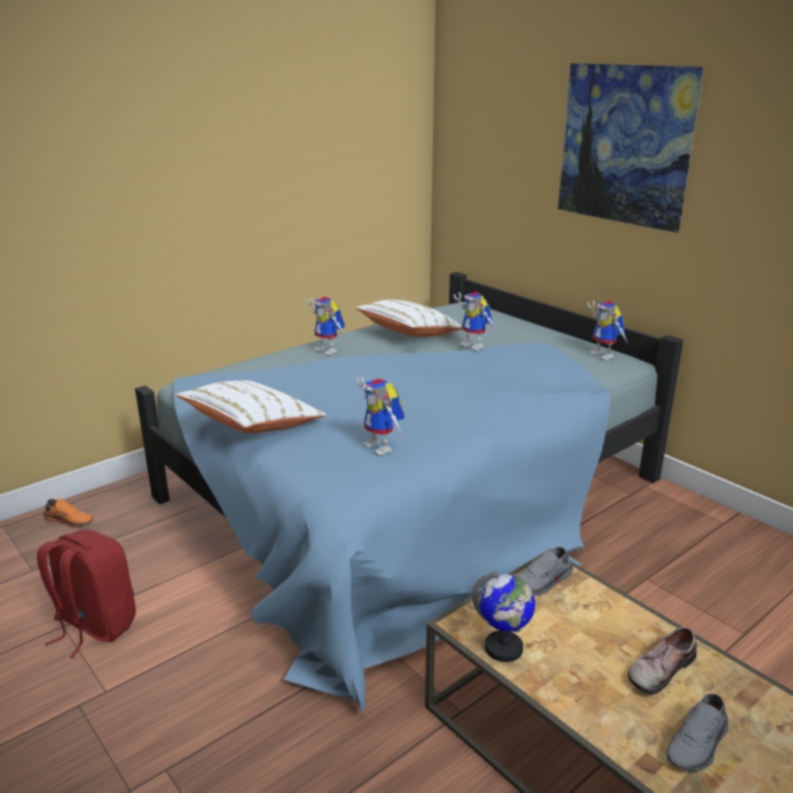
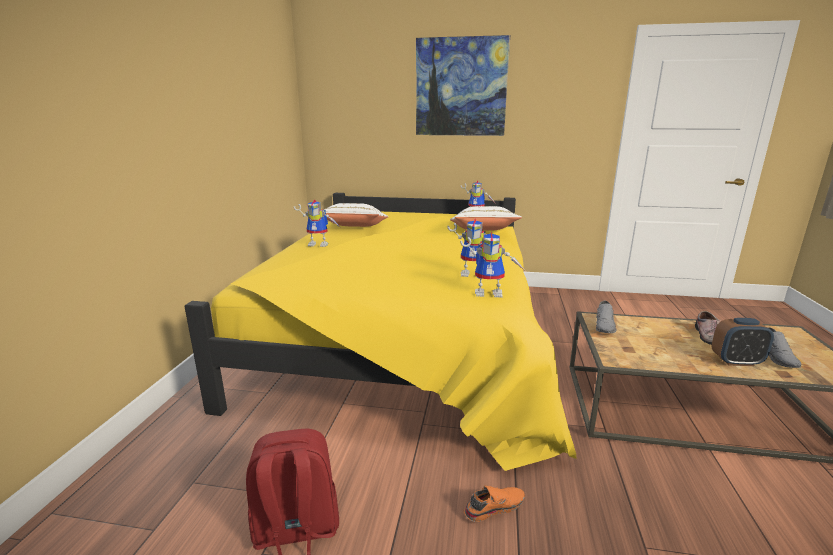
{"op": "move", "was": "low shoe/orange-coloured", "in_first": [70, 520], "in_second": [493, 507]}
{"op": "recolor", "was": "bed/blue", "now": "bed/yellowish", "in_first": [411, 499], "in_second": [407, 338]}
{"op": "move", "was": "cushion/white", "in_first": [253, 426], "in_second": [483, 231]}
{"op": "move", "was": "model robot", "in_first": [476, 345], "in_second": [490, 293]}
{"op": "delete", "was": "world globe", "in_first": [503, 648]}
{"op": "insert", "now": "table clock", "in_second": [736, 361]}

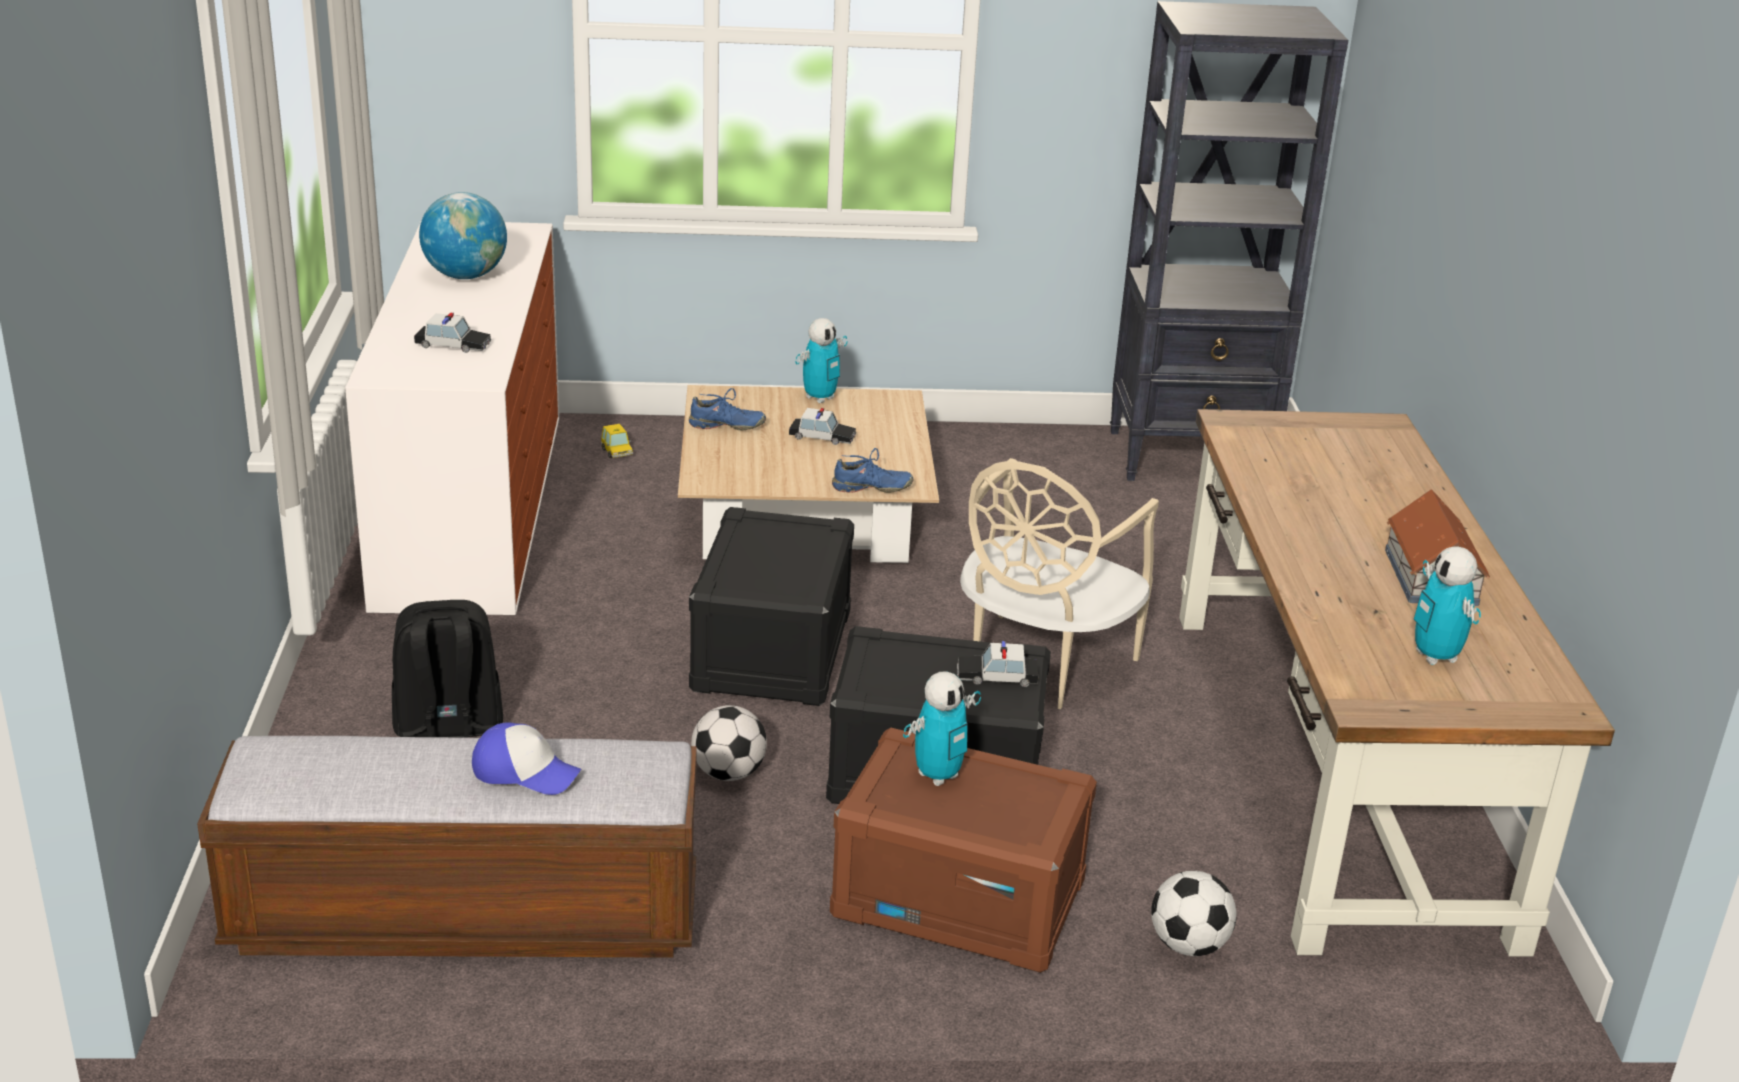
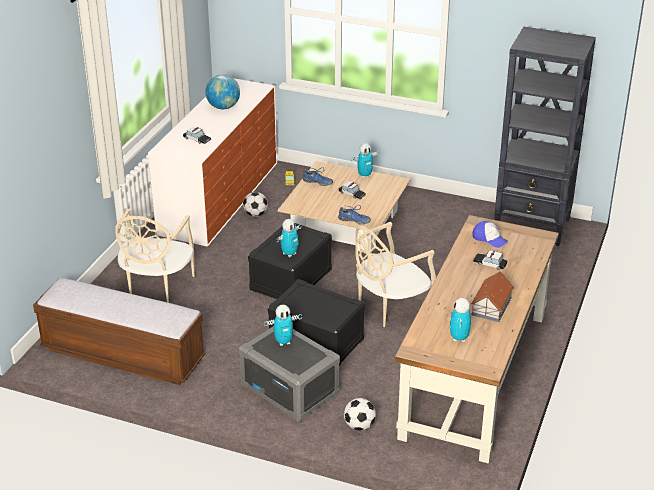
{"op": "replace", "was": "rucksack/black", "now": "upright chair/beige", "in_first": [448, 731], "in_second": [156, 287]}
{"op": "move", "was": "baseball cap", "in_first": [525, 771], "in_second": [489, 238]}
{"op": "move", "was": "football ball", "in_first": [728, 773], "in_second": [255, 214]}
{"op": "recolor", "was": "storage bin/brown", "now": "storage bin/grey", "in_first": [960, 899], "in_second": [290, 389]}
{"op": "move", "was": "model car", "in_first": [996, 676], "in_second": [489, 264]}
{"op": "insert", "now": "model robot", "in_second": [289, 254]}

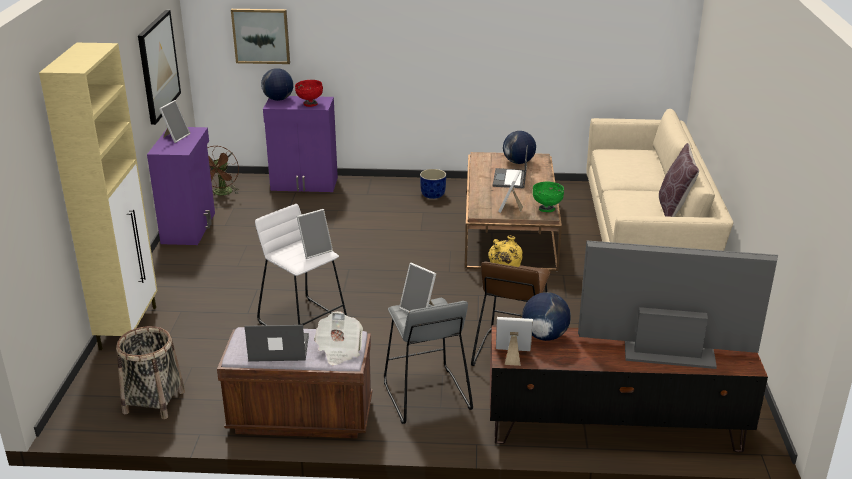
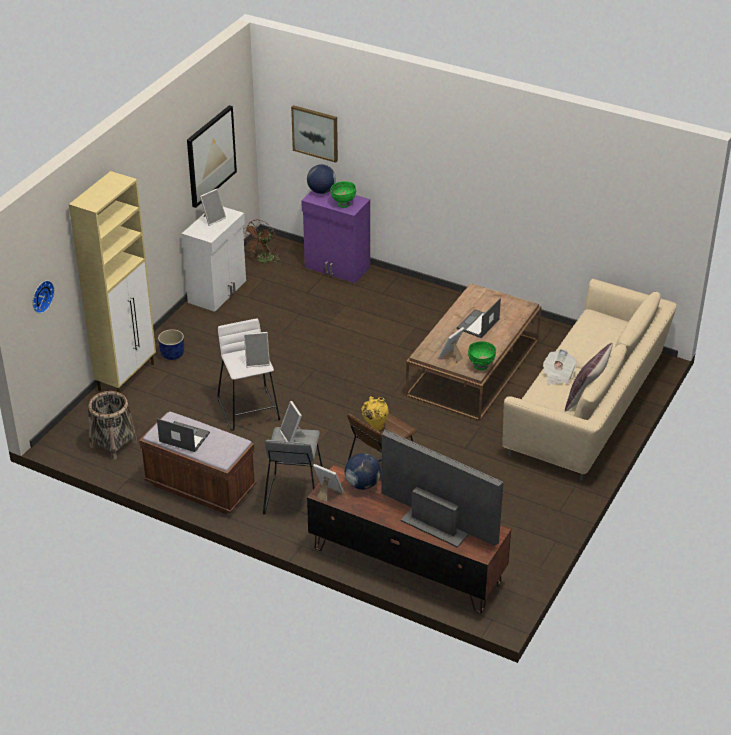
{"op": "recolor", "was": "cabinet/purple", "now": "cabinet/white", "in_first": [190, 227], "in_second": [218, 291]}
{"op": "recolor", "was": "bowl/reddish", "now": "bowl/greenish", "in_first": [310, 104], "in_second": [343, 204]}
{"op": "move", "was": "daily paper", "in_first": [339, 350], "in_second": [558, 375]}
{"op": "move", "was": "flower pot/blue", "in_first": [433, 194], "in_second": [173, 354]}
{"op": "delete", "was": "world globe", "in_first": [518, 162]}
{"op": "insert", "now": "clock on the wall", "in_second": [41, 296]}

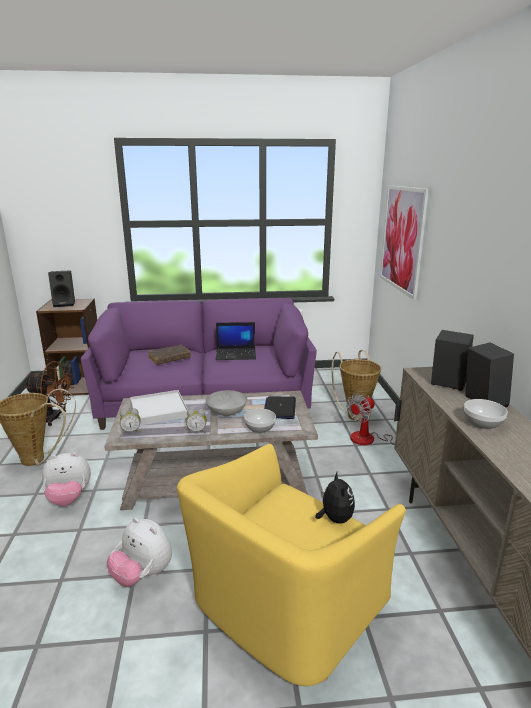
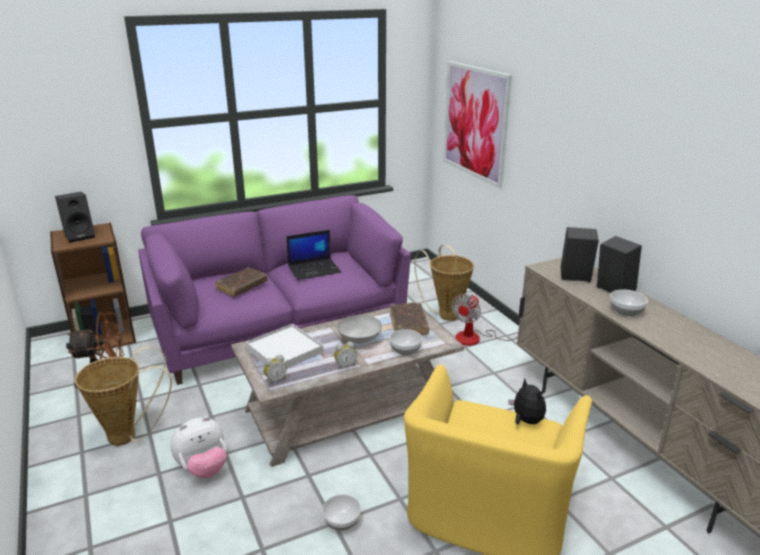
{"op": "replace", "was": "plush toy", "now": "bowl", "in_first": [142, 575], "in_second": [342, 521]}
{"op": "replace", "was": "notebook computer", "now": "book/brown", "in_first": [280, 408], "in_second": [408, 325]}

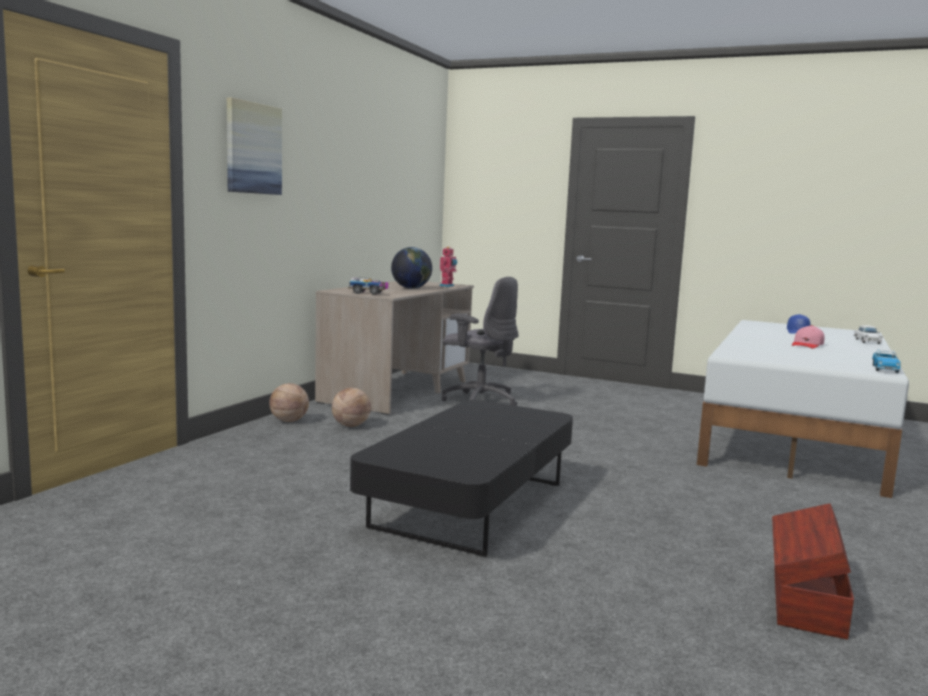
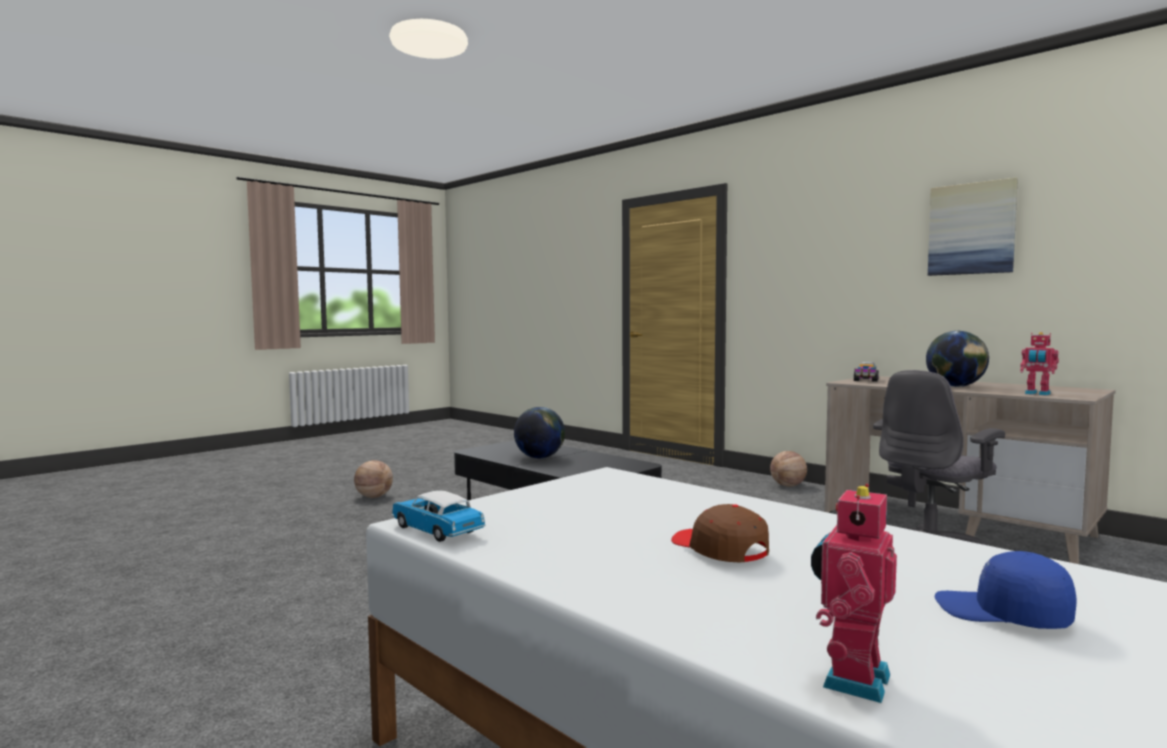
{"op": "move", "was": "picture", "in_first": [253, 148], "in_second": [971, 229]}
{"op": "move", "was": "basketball", "in_first": [350, 426], "in_second": [374, 497]}
{"op": "delete", "was": "storage bin/brown", "in_first": [805, 600]}
{"op": "recolor", "was": "baseball cap/pink", "now": "baseball cap/brown", "in_first": [807, 345], "in_second": [719, 549]}
{"op": "replace", "was": "model car/white", "now": "model robot", "in_first": [867, 341], "in_second": [851, 679]}
{"op": "insert", "now": "world globe", "in_second": [539, 458]}

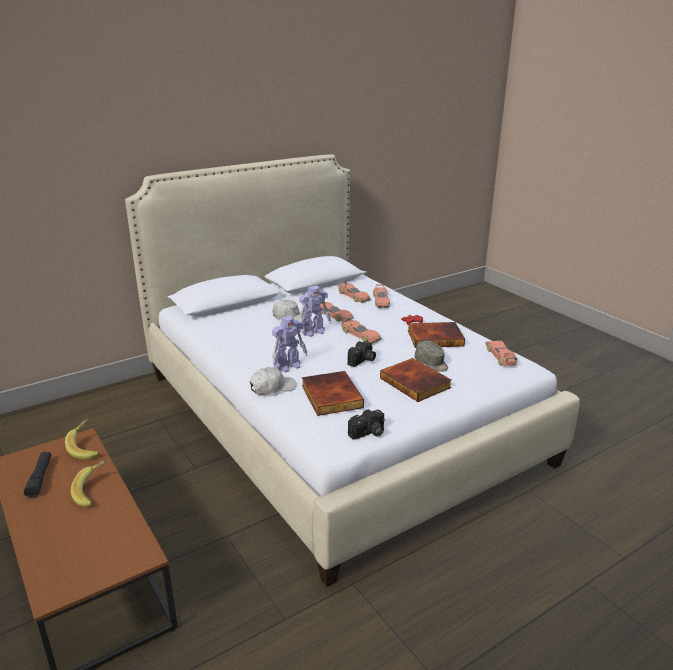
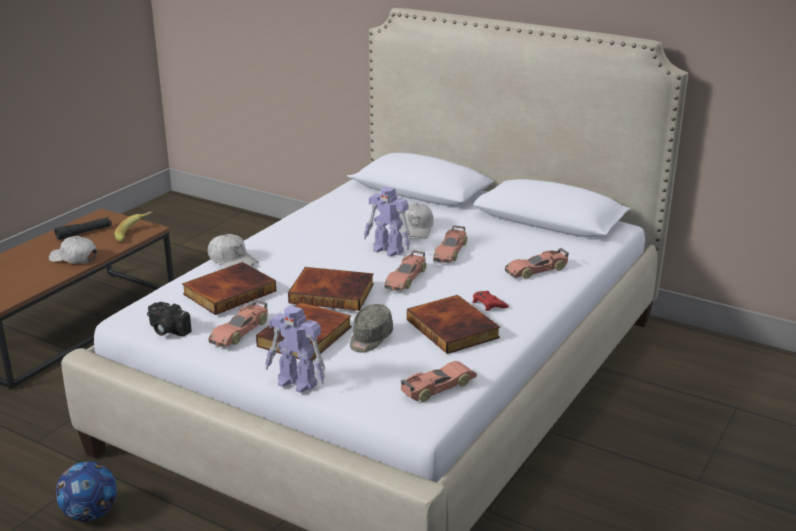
{"op": "replace", "was": "banana", "now": "baseball cap/white", "in_first": [94, 492], "in_second": [74, 258]}
{"op": "move", "was": "model robot", "in_first": [289, 366], "in_second": [297, 383]}
{"op": "move", "was": "model car", "in_first": [353, 296], "in_second": [240, 331]}
{"op": "replace", "was": "photo camera", "now": "book", "in_first": [362, 361], "in_second": [333, 292]}
{"op": "insert", "now": "football ball", "in_second": [90, 514]}

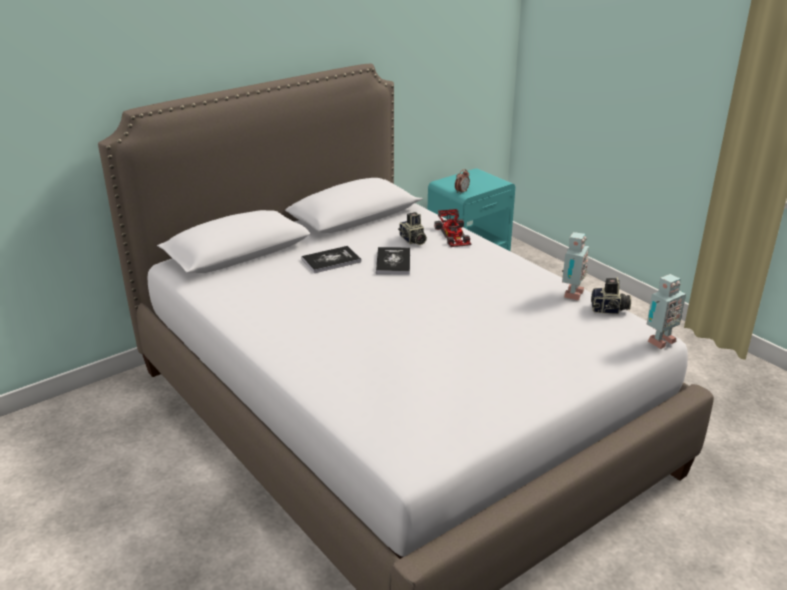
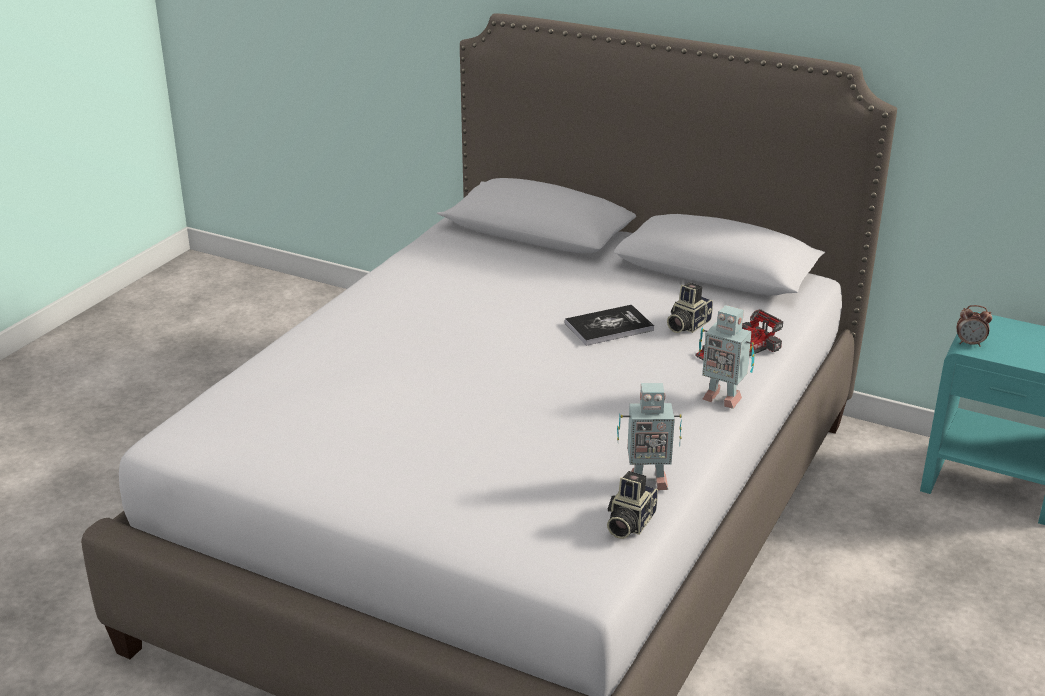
{"op": "delete", "was": "book", "in_first": [331, 260]}
{"op": "rotate", "was": "photo camera", "in_first": [609, 310], "in_second": [628, 523], "clockwise": 45}
{"op": "move", "was": "model robot", "in_first": [659, 341], "in_second": [722, 397]}

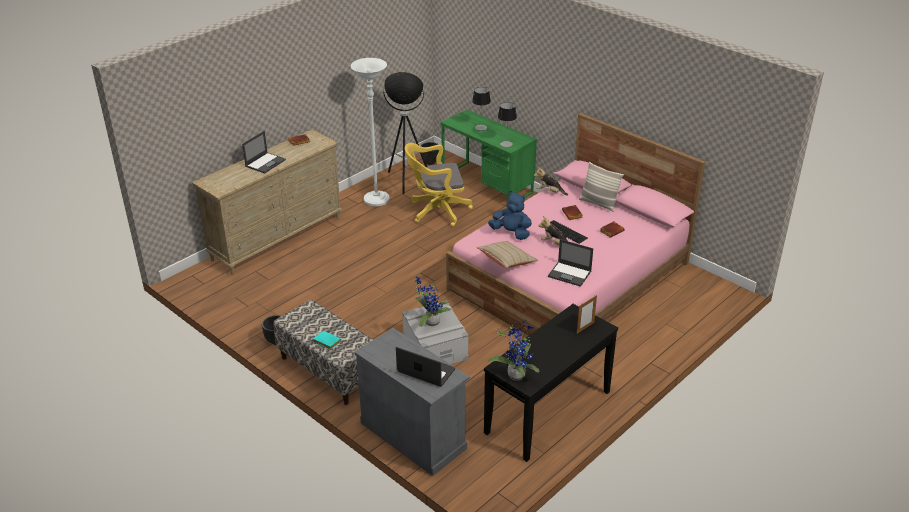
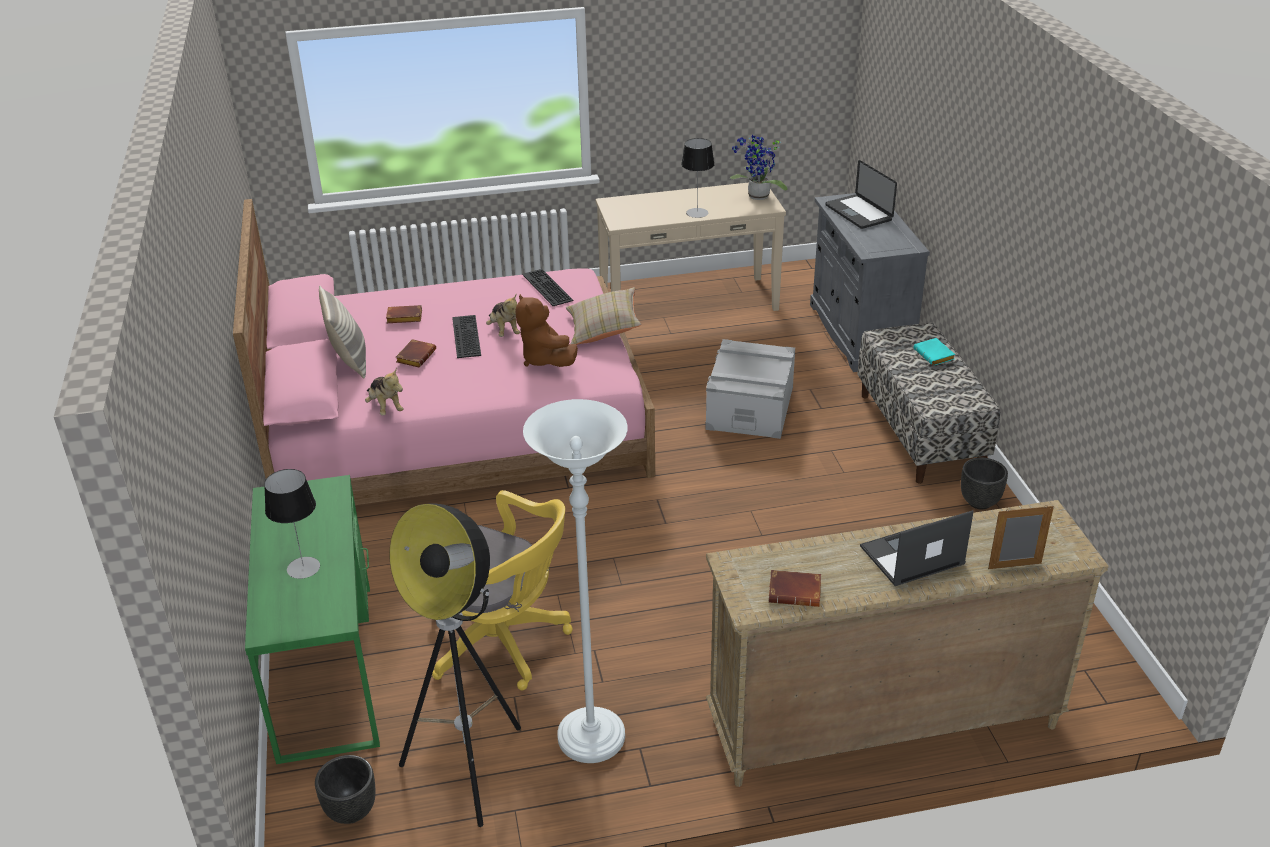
{"op": "delete", "was": "potted plant", "in_first": [430, 321]}
{"op": "recolor", "was": "hall table/black", "now": "hall table/beige", "in_first": [548, 412], "in_second": [688, 302]}
{"op": "recolor", "was": "plush toy/blue", "now": "plush toy/brown", "in_first": [511, 233], "in_second": [545, 359]}
{"op": "move", "was": "tabletop lamp", "in_first": [506, 144], "in_second": [697, 213]}
{"op": "replace", "was": "notebook computer", "now": "PC keyboard", "in_first": [570, 274], "in_second": [545, 287]}
{"op": "move", "was": "standing frame", "in_first": [585, 328], "in_second": [1014, 566]}

